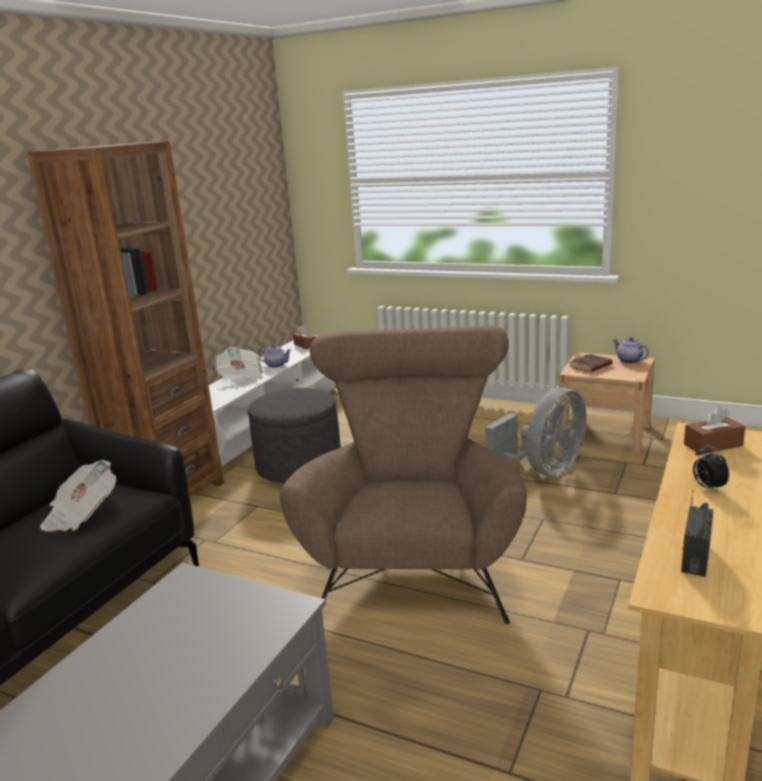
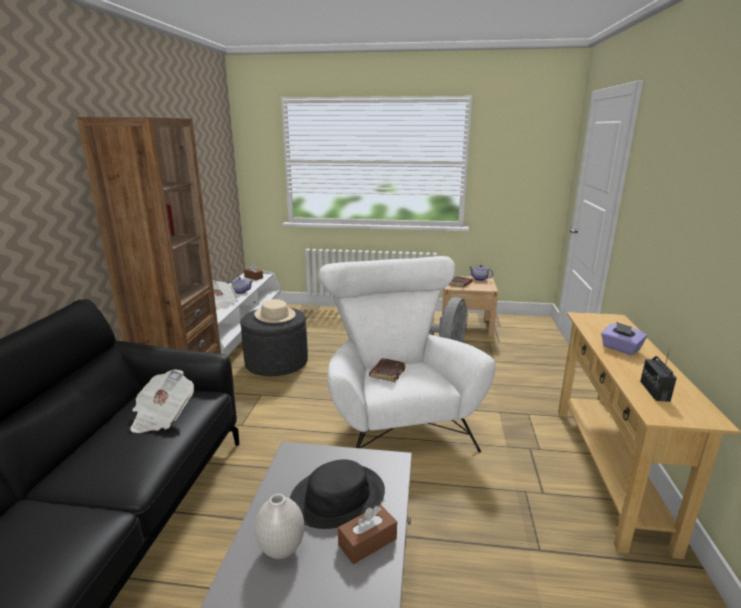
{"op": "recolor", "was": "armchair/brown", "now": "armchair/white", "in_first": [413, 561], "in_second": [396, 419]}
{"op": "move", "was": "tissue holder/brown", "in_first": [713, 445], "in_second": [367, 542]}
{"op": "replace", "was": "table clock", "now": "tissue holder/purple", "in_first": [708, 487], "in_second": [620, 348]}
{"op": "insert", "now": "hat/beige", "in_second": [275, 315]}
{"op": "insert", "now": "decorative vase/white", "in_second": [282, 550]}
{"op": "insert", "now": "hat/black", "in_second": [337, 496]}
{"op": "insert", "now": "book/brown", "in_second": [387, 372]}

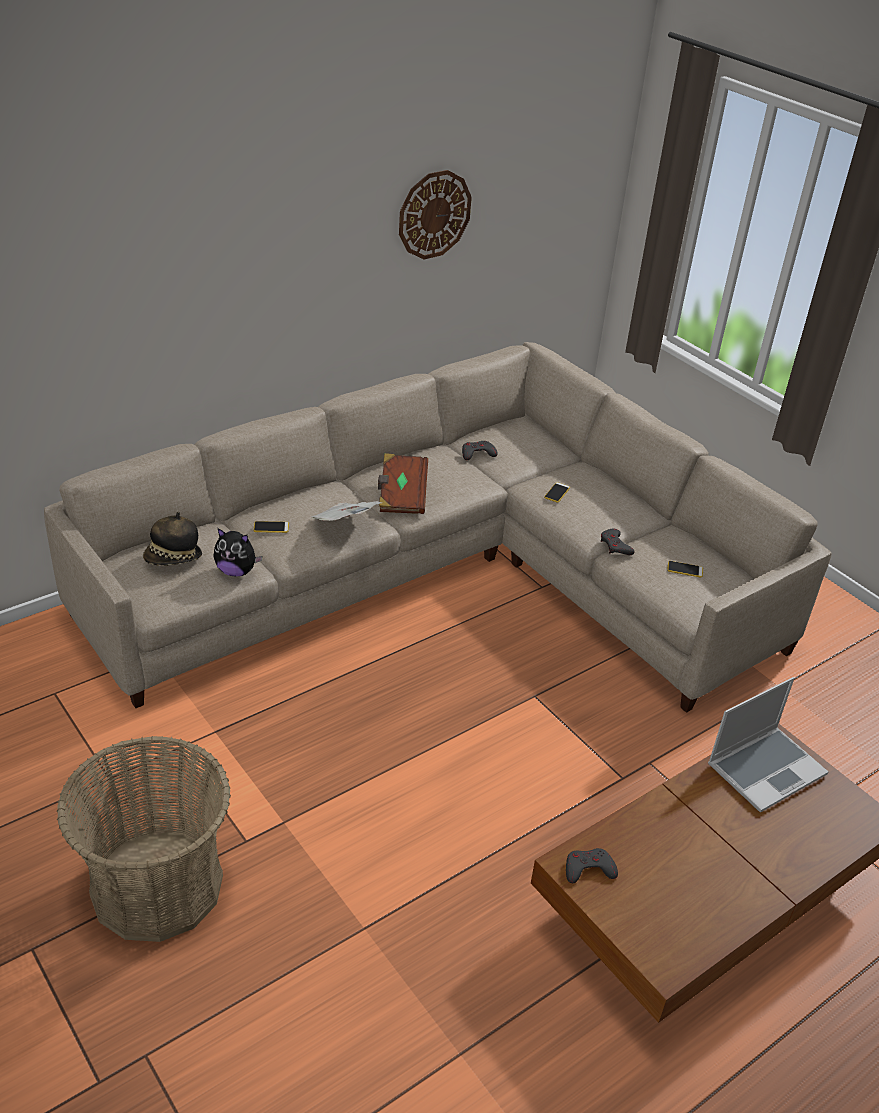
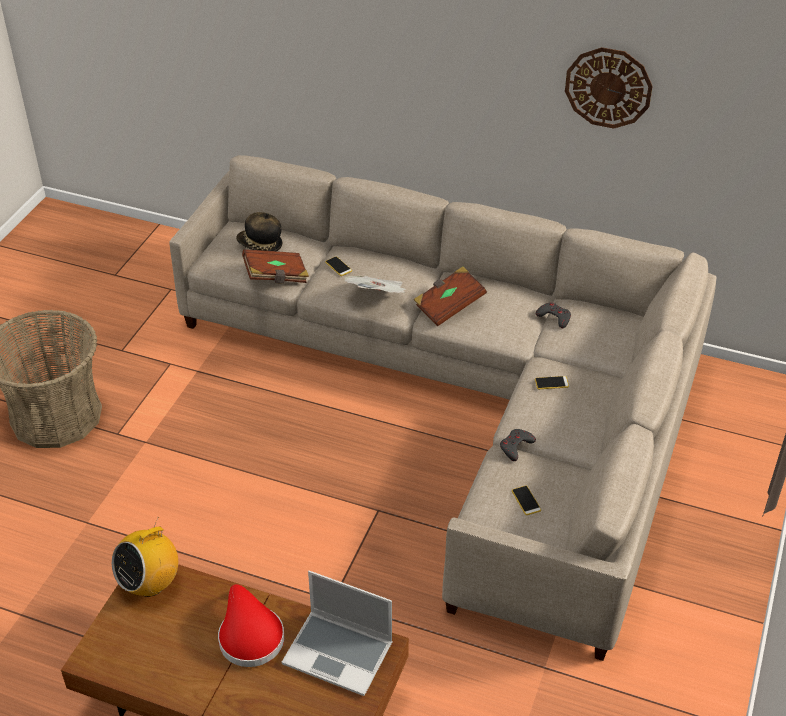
{"op": "replace", "was": "plush toy", "now": "book/brown", "in_first": [236, 571], "in_second": [276, 277]}
{"op": "replace", "was": "gamepad/grey", "now": "radio set", "in_first": [588, 869], "in_second": [150, 583]}
{"op": "insert", "now": "hat/reddish", "in_second": [249, 635]}

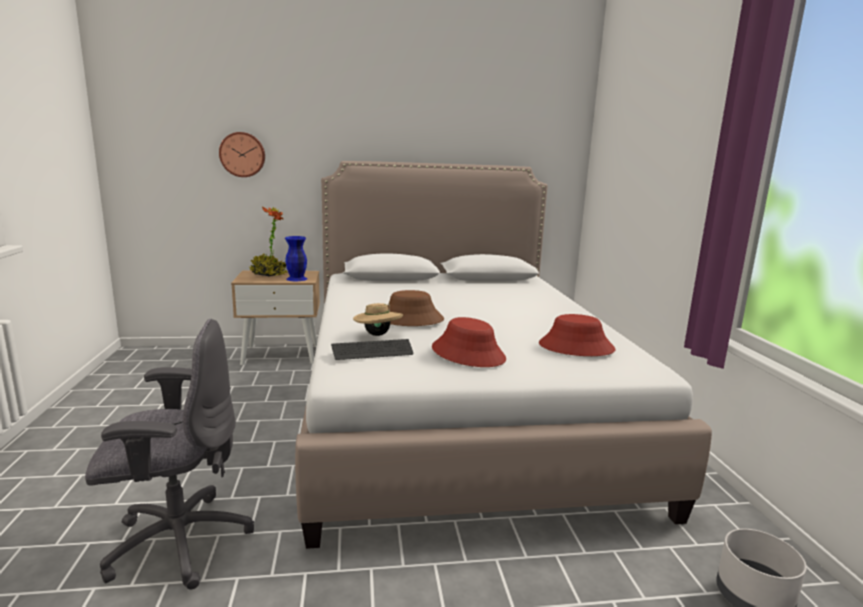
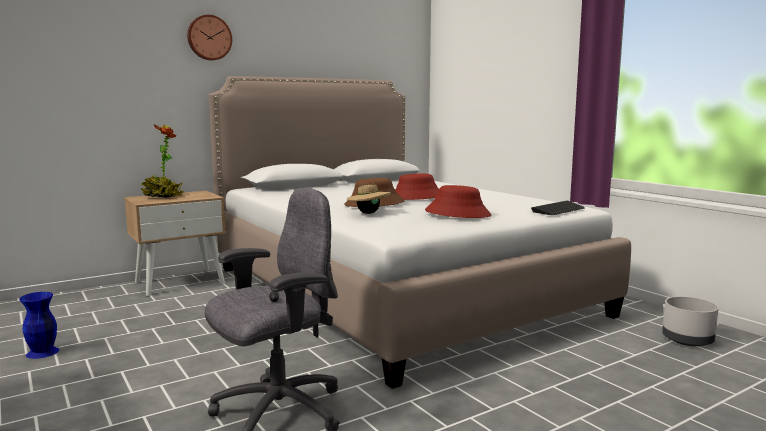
{"op": "move", "was": "clock on the wall", "in_first": [242, 154], "in_second": [209, 38]}
{"op": "move", "was": "decorative vase/blue", "in_first": [296, 279], "in_second": [42, 352]}
{"op": "move", "was": "PC keyboard", "in_first": [372, 351], "in_second": [558, 210]}
{"op": "move", "was": "hat/reddish", "in_first": [576, 347], "in_second": [416, 197]}

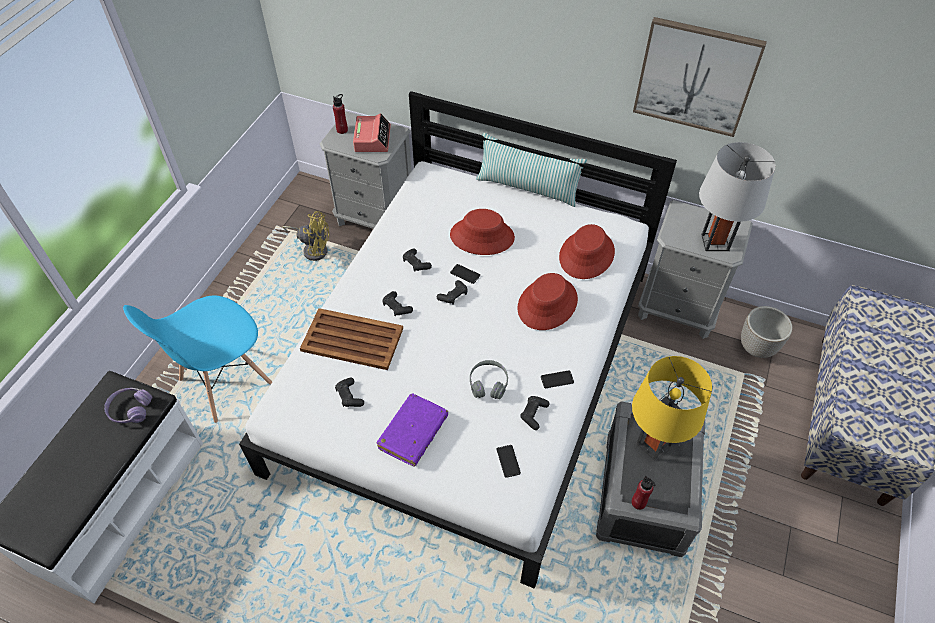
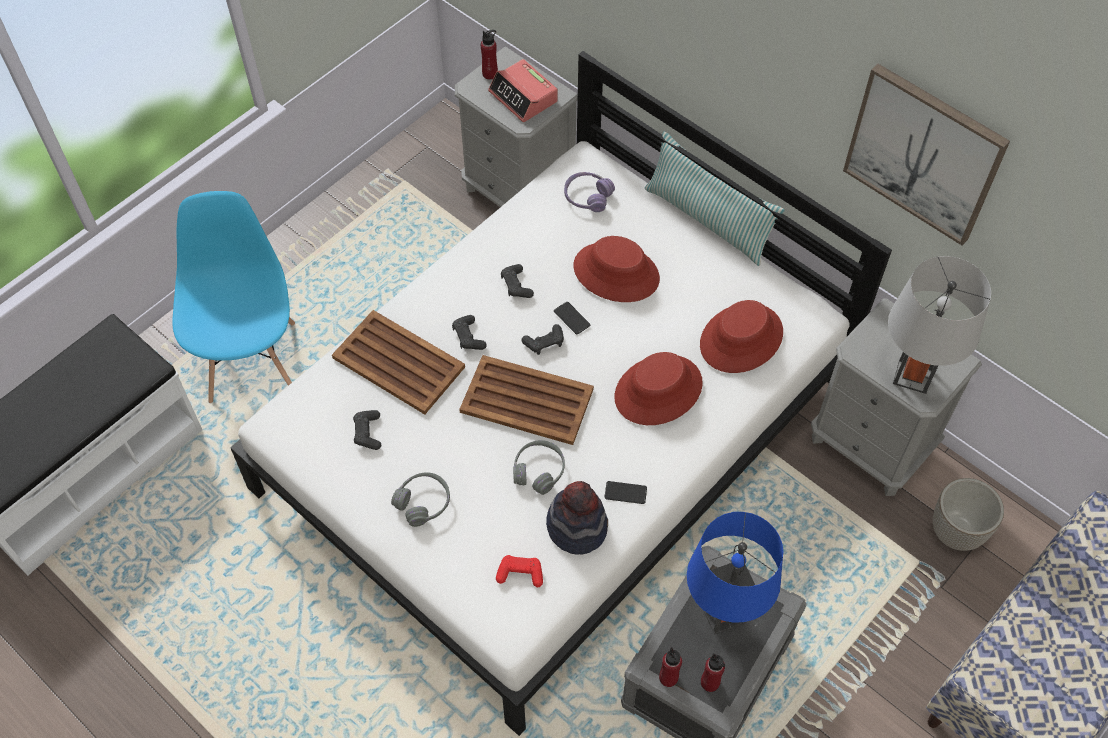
{"op": "move", "was": "pair of headphones/purple", "in_first": [130, 409], "in_second": [587, 197]}
{"op": "rotate", "was": "upright chair/blue", "in_first": [225, 382], "in_second": [253, 361], "clockwise": 105}
{"op": "delete", "was": "cooling fan/yellowish", "in_first": [313, 249]}
{"op": "rotate", "was": "table clock", "in_first": [372, 139], "in_second": [523, 97], "clockwise": 120}
{"op": "replace", "was": "book/purple", "now": "pair of headphones/grey", "in_first": [413, 433], "in_second": [423, 502]}
{"op": "replace", "was": "handset", "now": "gamepad/reddish", "in_first": [508, 461], "in_second": [520, 574]}
{"op": "replace", "was": "gamepad/black", "now": "hat", "in_first": [534, 414], "in_second": [577, 526]}
{"op": "recolor", "was": "tabletop lamp/yellowish", "now": "tabletop lamp/blue", "in_first": [654, 444], "in_second": [723, 613]}
{"op": "insert", "now": "tray/brown", "in_second": [528, 401]}
{"op": "insert", "now": "bottle/reddish", "in_second": [710, 682]}

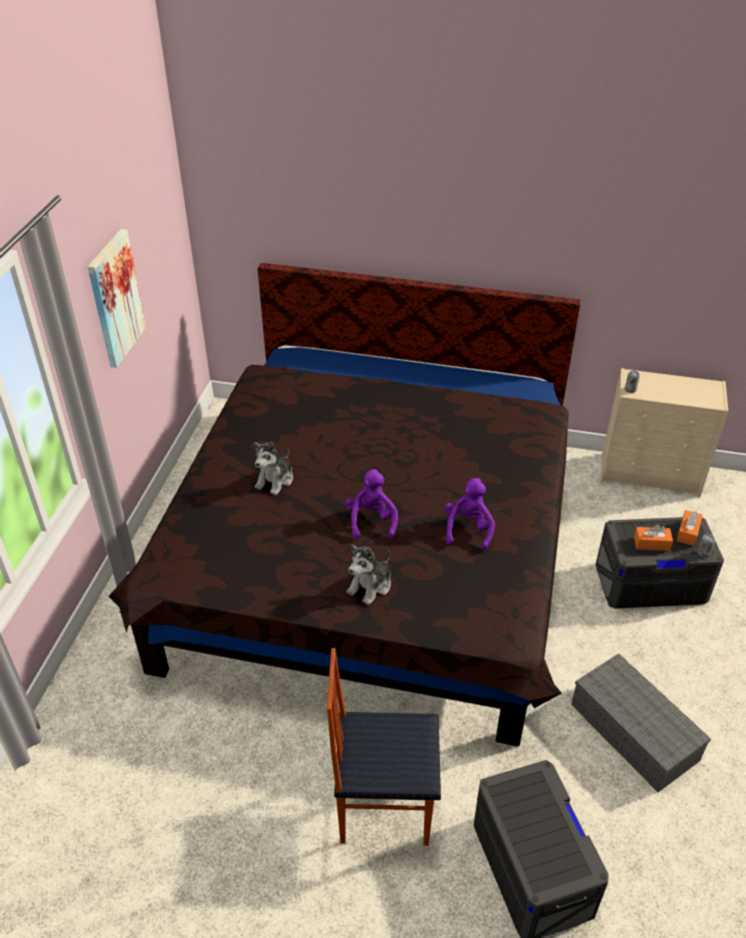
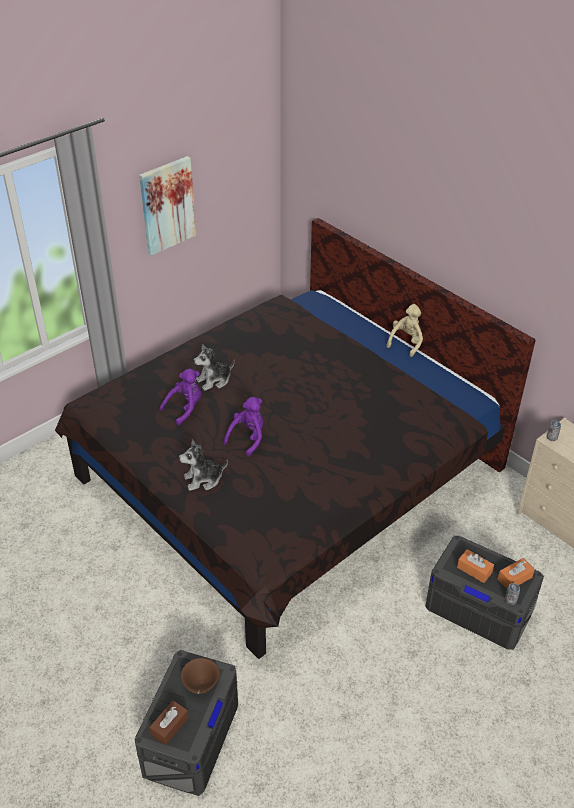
{"op": "delete", "was": "upright chair", "in_first": [383, 806]}
{"op": "move", "was": "plush toy/purple", "in_first": [468, 529], "in_second": [185, 408]}
{"op": "delete", "was": "storage bin/grey", "in_first": [636, 732]}
{"op": "insert", "now": "tissue holder/brown", "in_second": [169, 726]}
{"op": "insert", "now": "bowl/brown", "in_second": [200, 683]}
{"op": "insert", "now": "plush toy/beige", "in_second": [406, 342]}

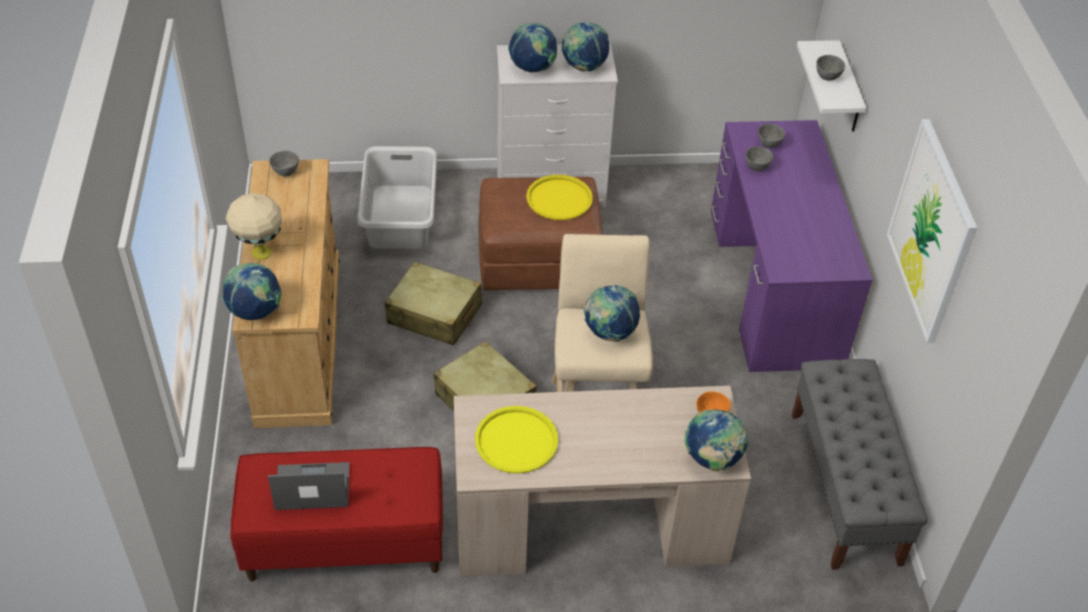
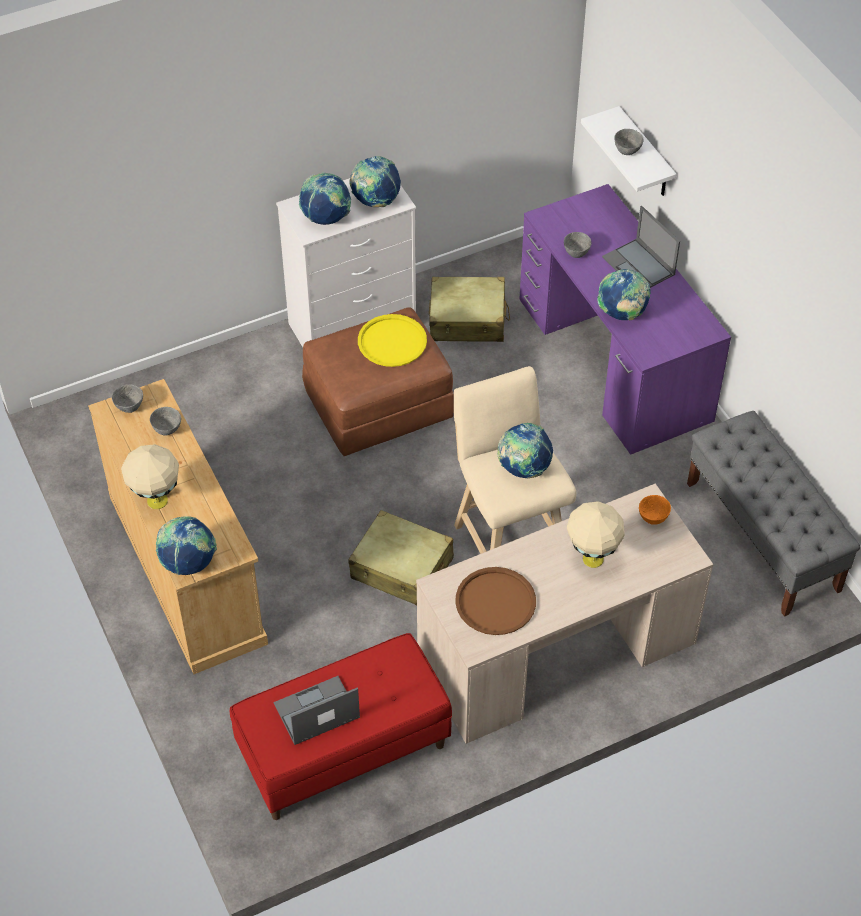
{"op": "delete", "was": "hamper/grey", "in_first": [399, 217]}
{"op": "move", "was": "suitcase/beige", "in_first": [435, 314], "in_second": [467, 320]}
{"op": "recolor", "was": "tray/yellowish", "now": "tray/brown", "in_first": [516, 440], "in_second": [495, 602]}
{"op": "move", "was": "world globe", "in_first": [712, 459], "in_second": [622, 314]}
{"op": "move", "was": "bowl/grey", "in_first": [769, 144], "in_second": [167, 429]}
{"op": "delete", "was": "picture", "in_first": [932, 231]}
{"op": "insert", "now": "tabletop lamp/beige", "in_second": [591, 558]}
{"op": "insert", "now": "notebook computer", "in_second": [639, 266]}

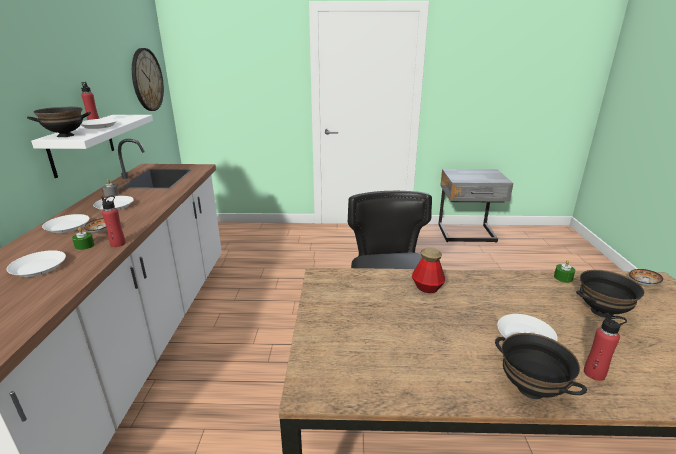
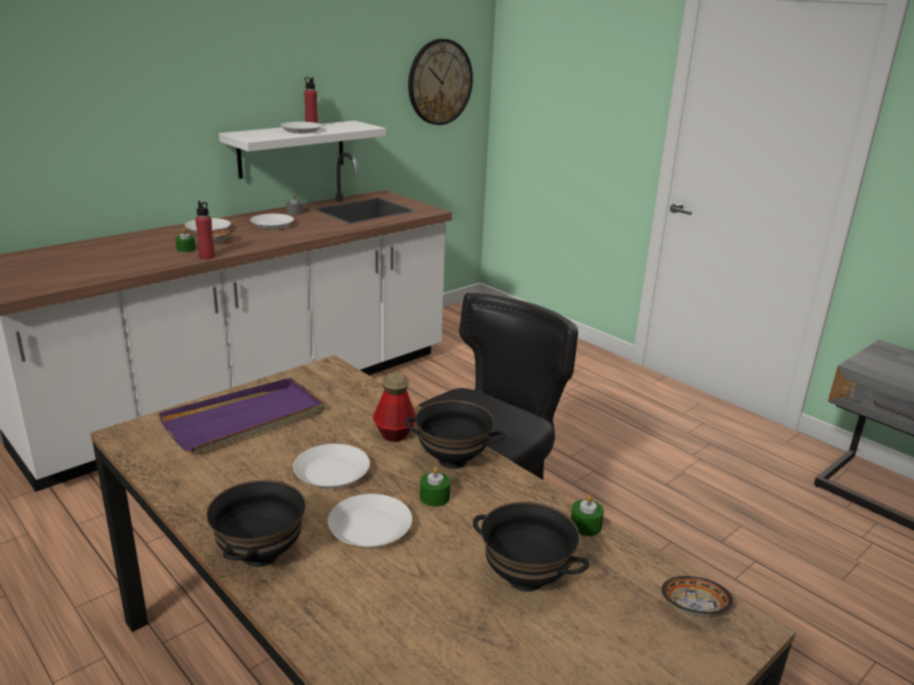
{"op": "move", "was": "dinner plate/white", "in_first": [38, 267], "in_second": [331, 472]}
{"op": "move", "was": "bowl/black", "in_first": [65, 135], "in_second": [453, 460]}
{"op": "delete", "was": "bottle/reddish", "in_first": [594, 373]}
{"op": "insert", "now": "tray/purple", "in_second": [246, 419]}
{"op": "insert", "now": "wax light/greenish", "in_second": [434, 497]}

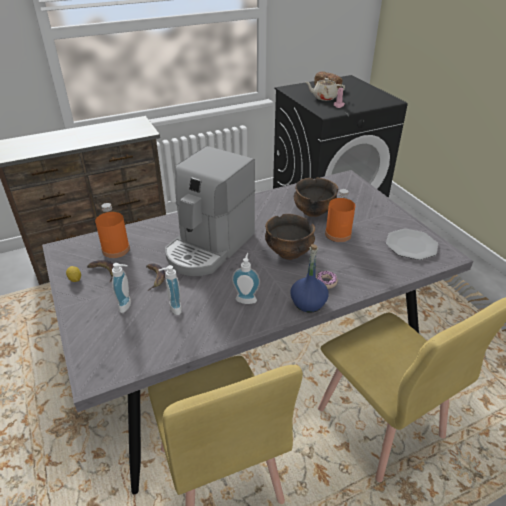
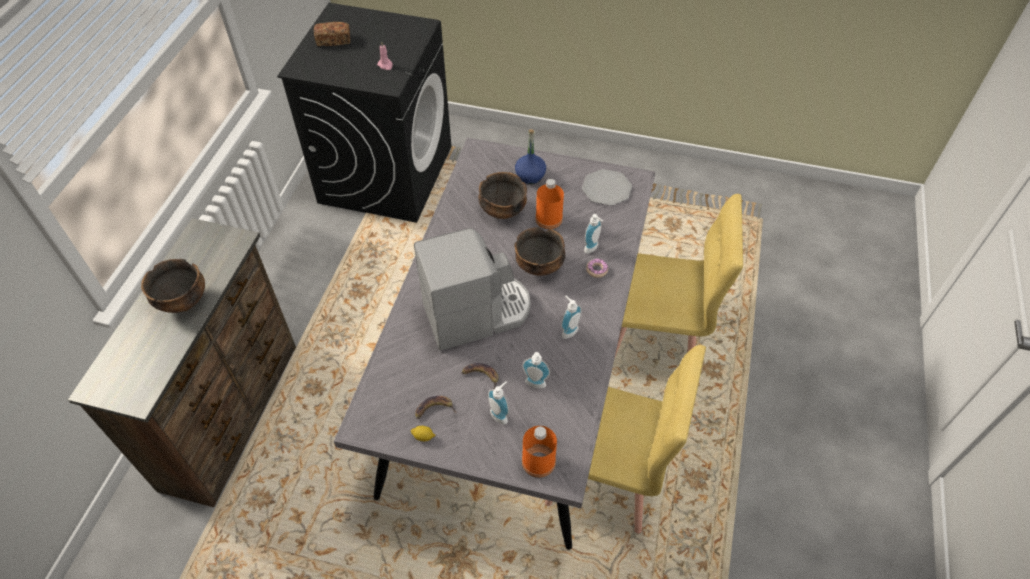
{"op": "move", "was": "bottle/orange-coloured", "in_first": [116, 249], "in_second": [538, 461]}
{"op": "rotate", "was": "coffee machine", "in_first": [209, 247], "in_second": [477, 313], "clockwise": -90}
{"op": "move", "was": "bottle/blue", "in_first": [308, 303], "in_second": [530, 176]}
{"op": "delete", "was": "tea pot/beige", "in_first": [324, 97]}
{"op": "insert", "now": "bowl", "in_second": [183, 301]}
{"op": "insert", "now": "soap bottle", "in_second": [593, 248]}

